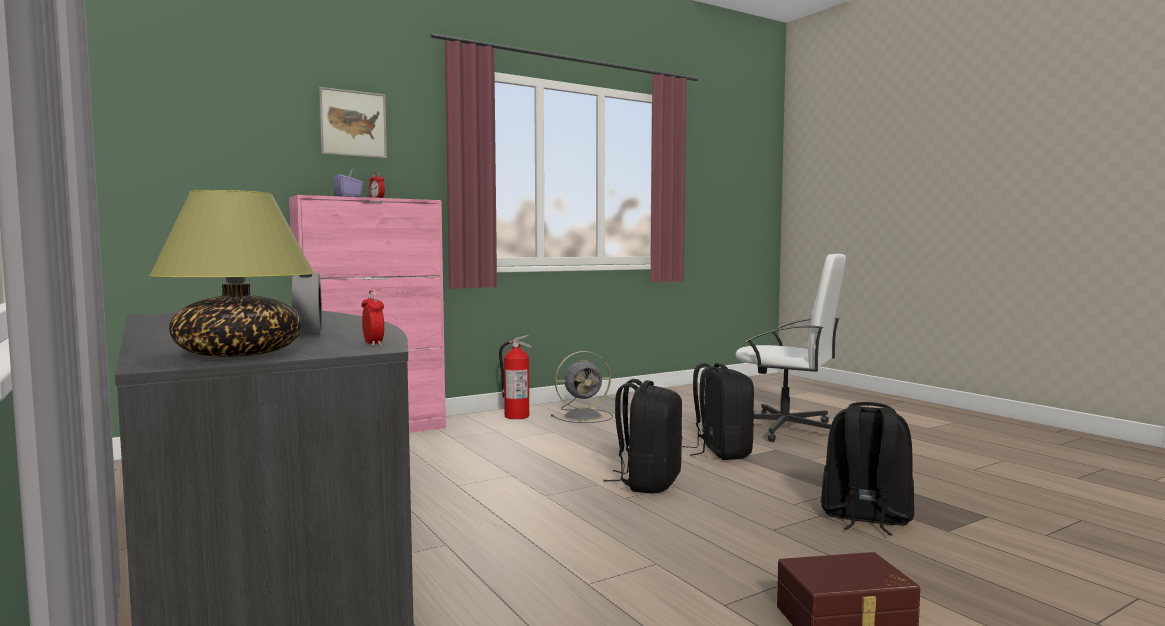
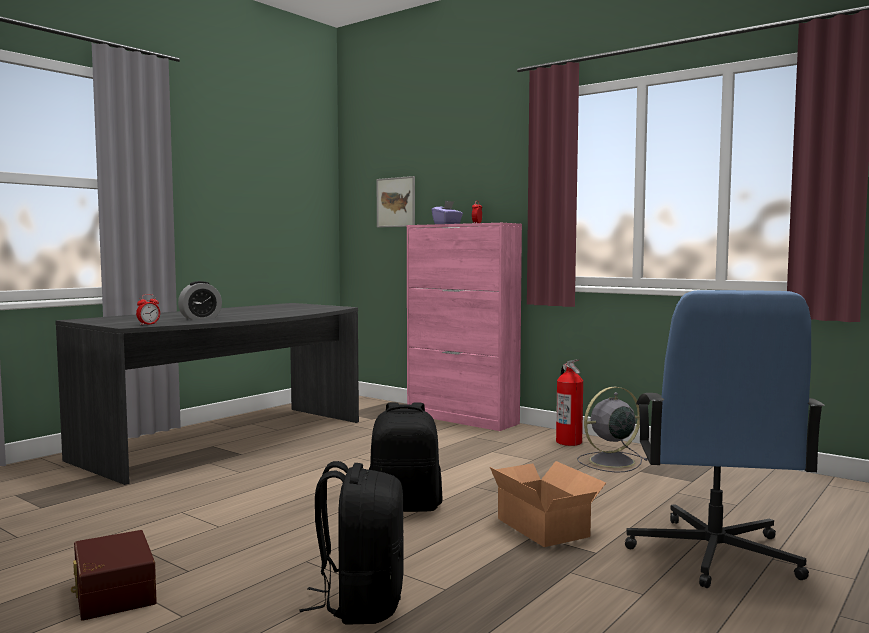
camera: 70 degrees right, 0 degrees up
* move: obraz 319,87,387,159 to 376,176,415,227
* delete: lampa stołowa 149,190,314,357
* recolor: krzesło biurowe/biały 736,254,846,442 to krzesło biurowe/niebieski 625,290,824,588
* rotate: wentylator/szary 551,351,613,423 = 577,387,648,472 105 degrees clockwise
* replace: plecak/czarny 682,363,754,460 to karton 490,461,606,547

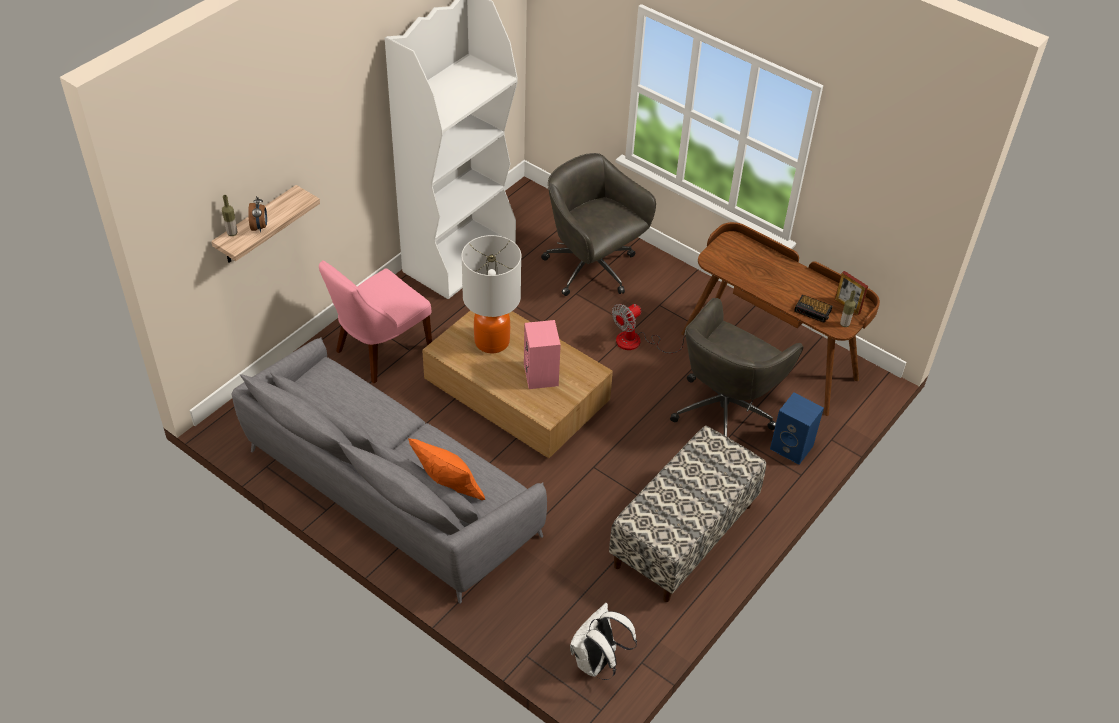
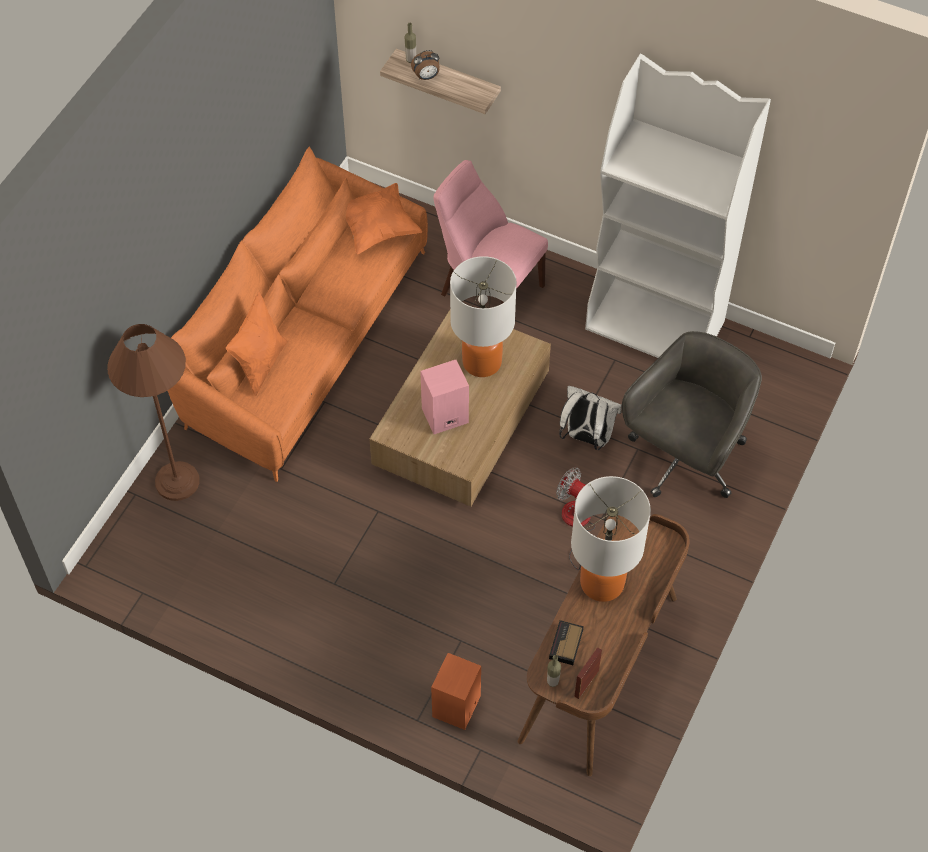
camera: 80 degrees right, 10 degrees up
* delete: krzesło biurowe/szary 670,298,803,437
* recolor: kanapa/szary 232,337,547,604 to kanapa/pomarańczowy 168,146,428,482
* recolor: głośnik/niebieski 770,392,824,465 to głośnik/pomarańczowy 431,653,481,730
* delete: ławka 609,426,766,602
* move: plecak/biały 570,603,637,680 to 559,386,622,450
* insert: poduszka/pomarańczowy 346,183,422,254
* insert: lampa stojąca/brązowy 107,324,200,501
* insert: lampa stołowa 571,476,651,602

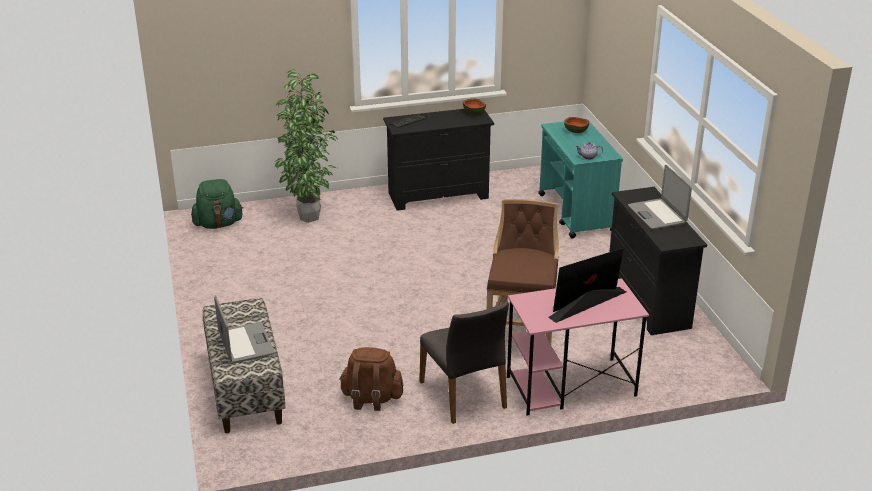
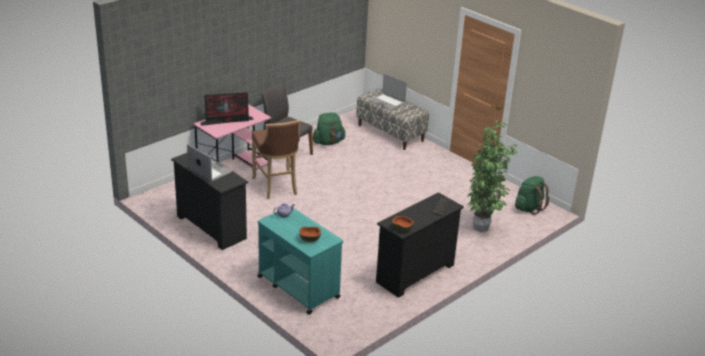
camera: 150 degrees right, 0 degrees up
* rotate: monitor 548,248,626,323 = 200,92,254,126 45 degrees clockwise
* recolor: plecak/brązowy 339,347,403,411 to plecak/zielony 313,112,346,145

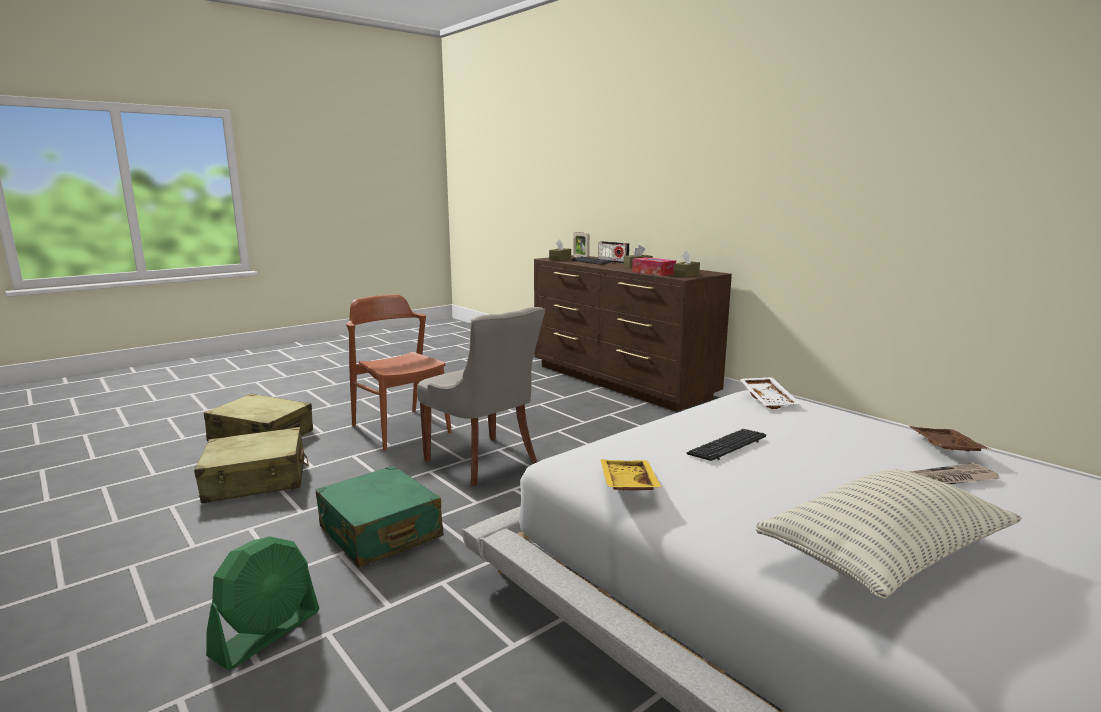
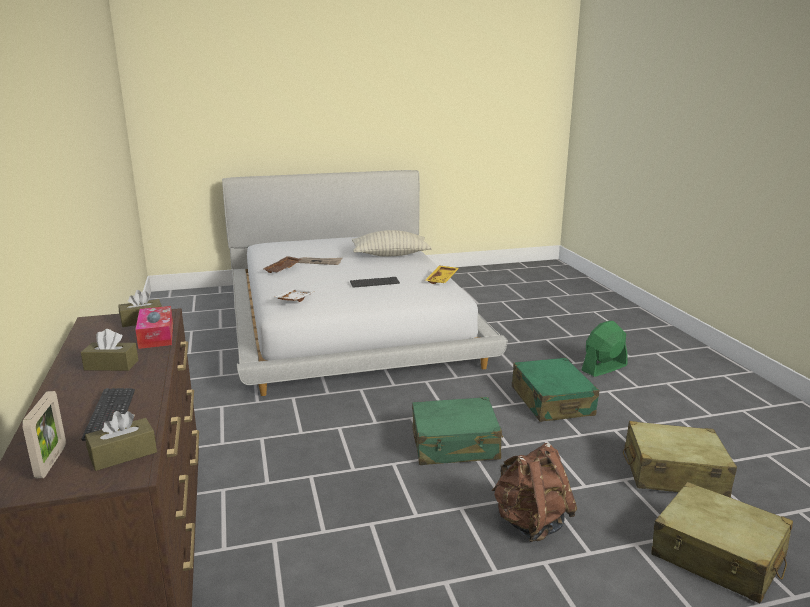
camera: 155 degrees left, 5 degrees up
* delete: radio 598,241,630,264
* replace: krzesło/brązowy 346,295,452,450 to plecak/brązowy 492,443,577,542
* replace: krzesło/szary 417,307,545,486 to walizka/zielony 412,397,503,465

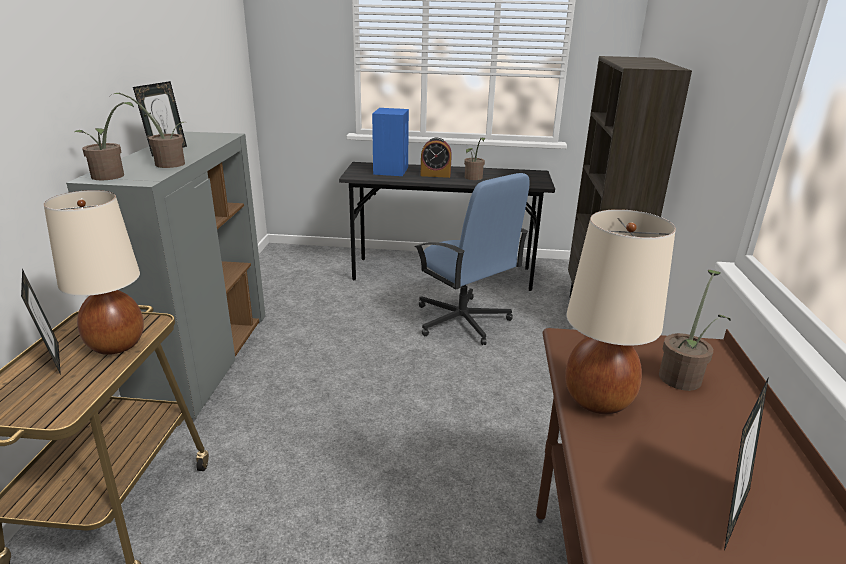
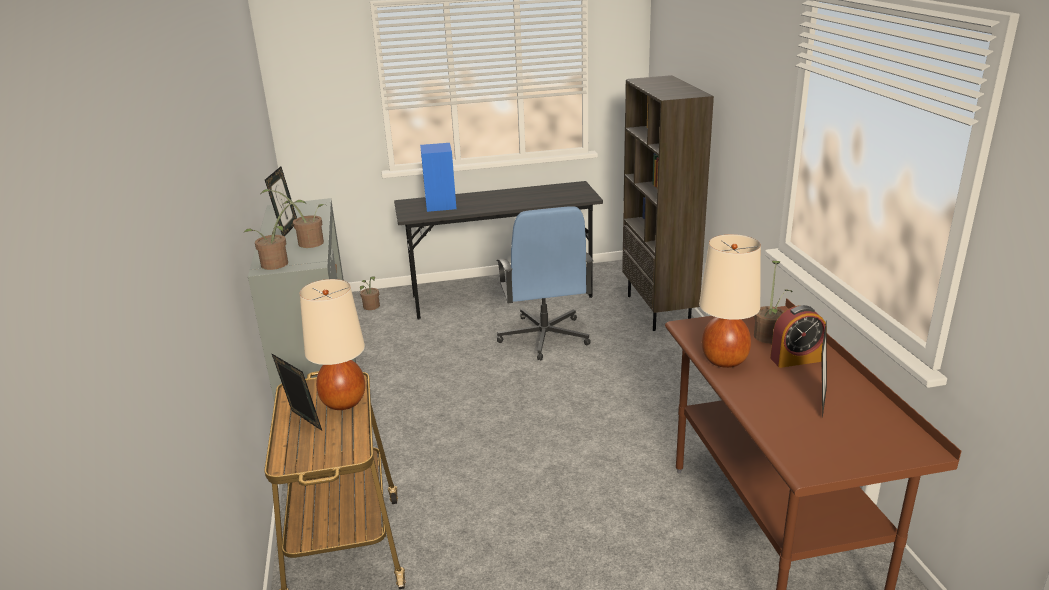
camera: 15 degrees left, 0 degrees up
* move: budzik 421,138,452,178 to 770,305,827,368
* move: roślina doniczkowa 464,138,485,180 to 360,276,380,310
* rotate: krzesło biurowe/niebieski 414,173,530,345 = 496,206,593,361 45 degrees clockwise

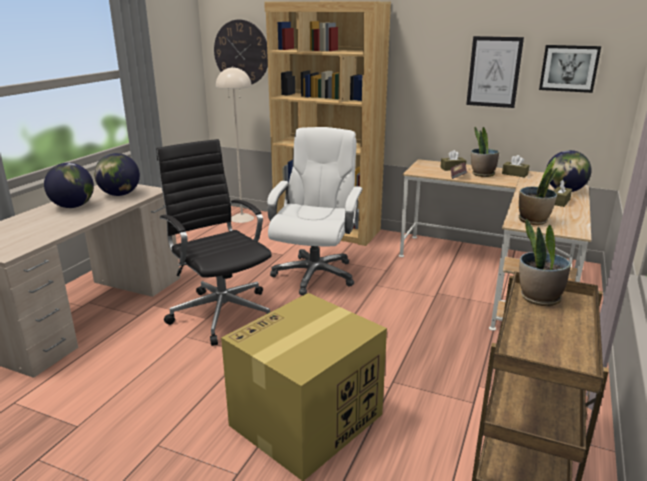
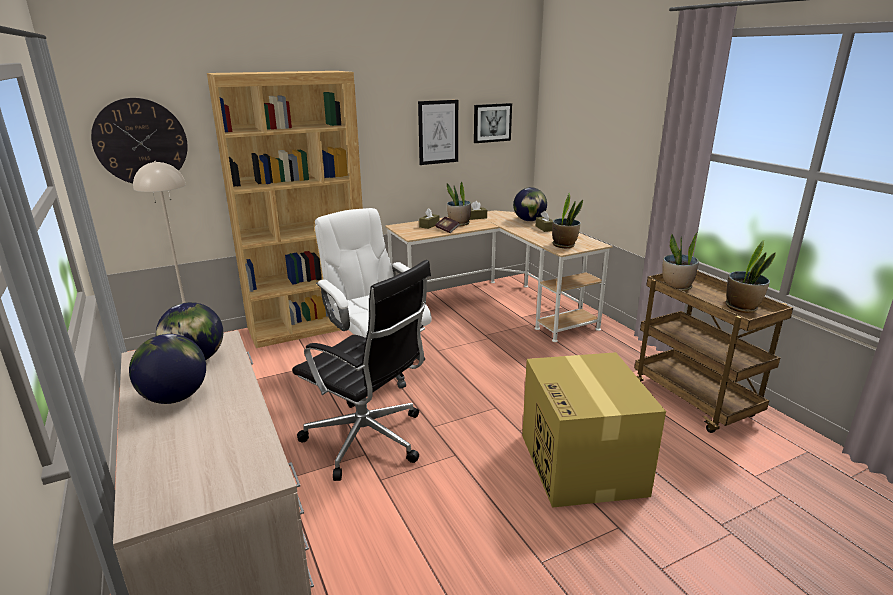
camera: 50 degrees left, 0 degrees up
* rotate: krzesło biurowe/czarny 156,139,272,346 = 292,260,431,481 150 degrees counterclockwise
* insert: roślina doniczkowa 725,240,776,313

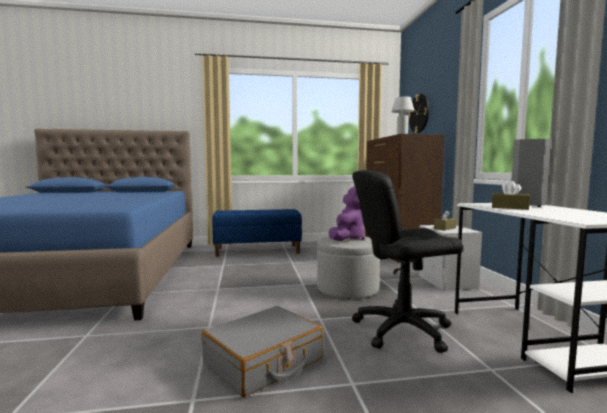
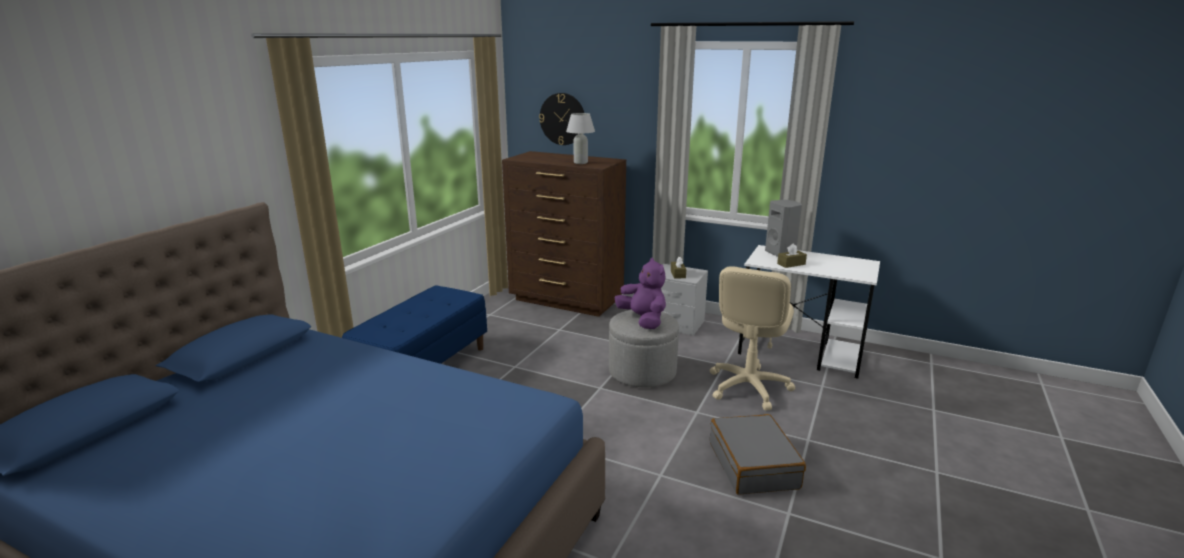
camera: 55 degrees left, 15 degrees up
* recolor: krzesło biurowe/czarny 352,170,463,353 to krzesło biurowe/beżowy 710,266,795,411

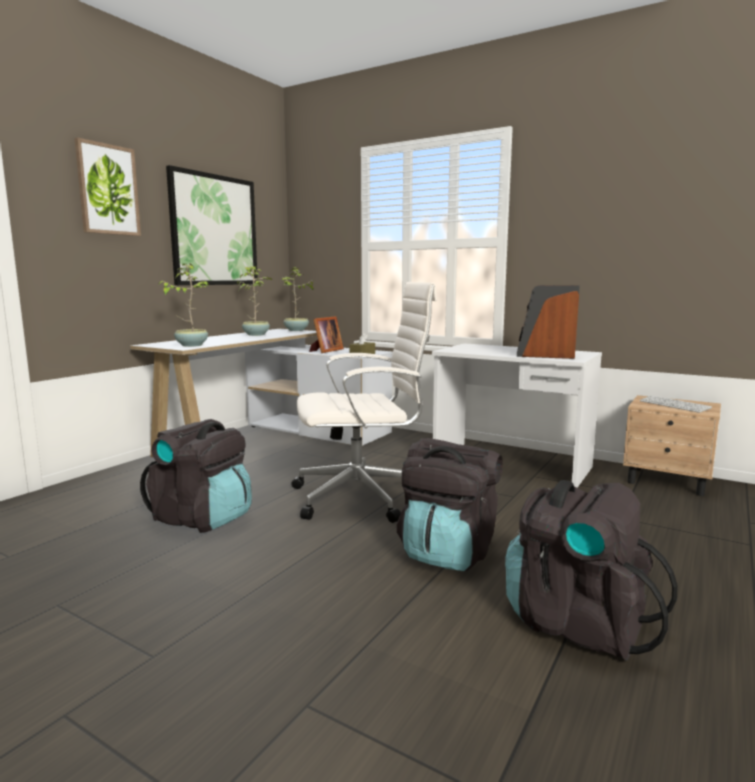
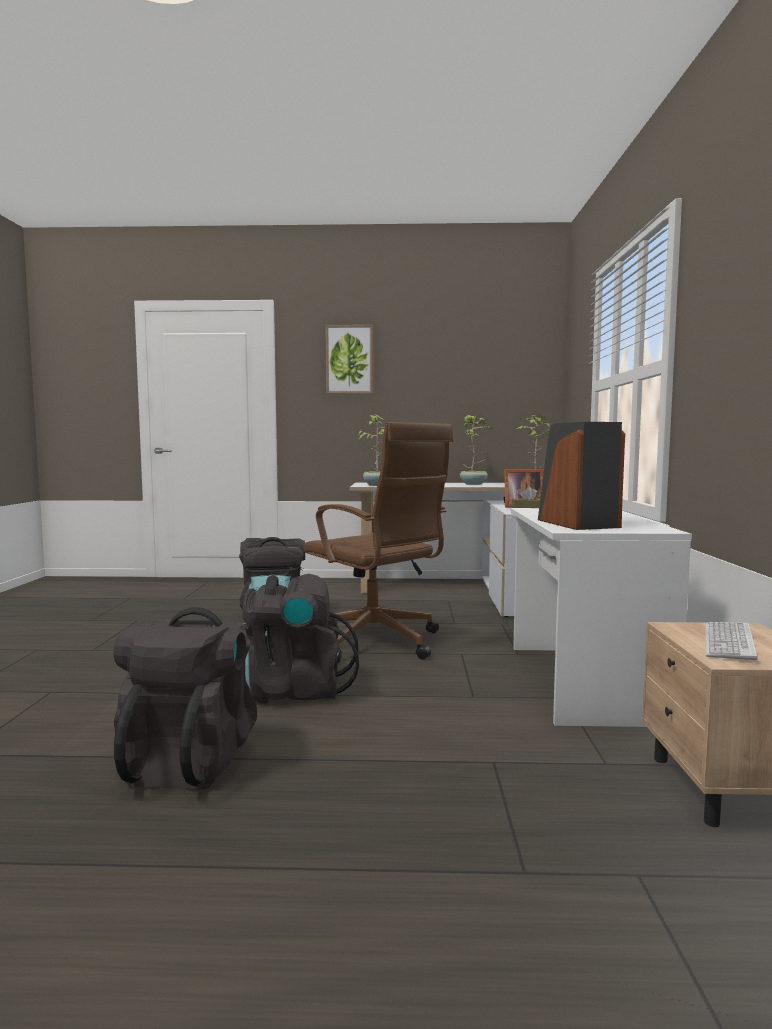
camera: 60 degrees right, 5 degrees down
* delete: obraz 166,165,258,285
* recolor: krzesło biurowe/biały 291,282,437,523 to krzesło biurowe/brązowy 303,422,453,663

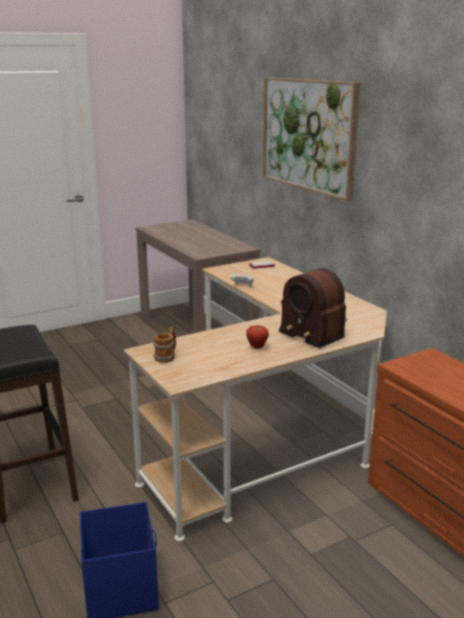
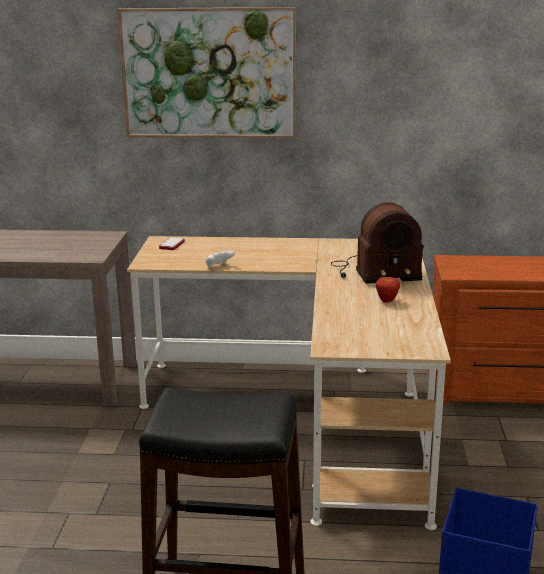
camera: 55 degrees left, 0 degrees up
* delete: kubek 153,327,176,363

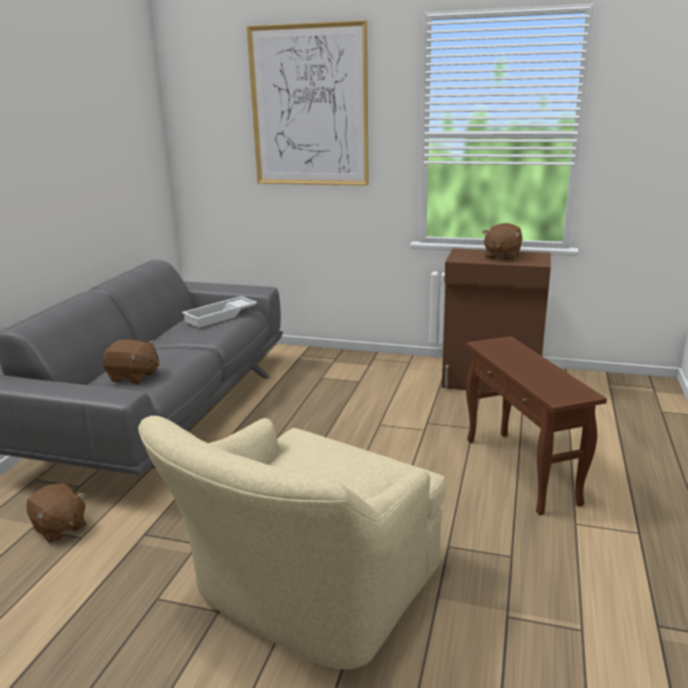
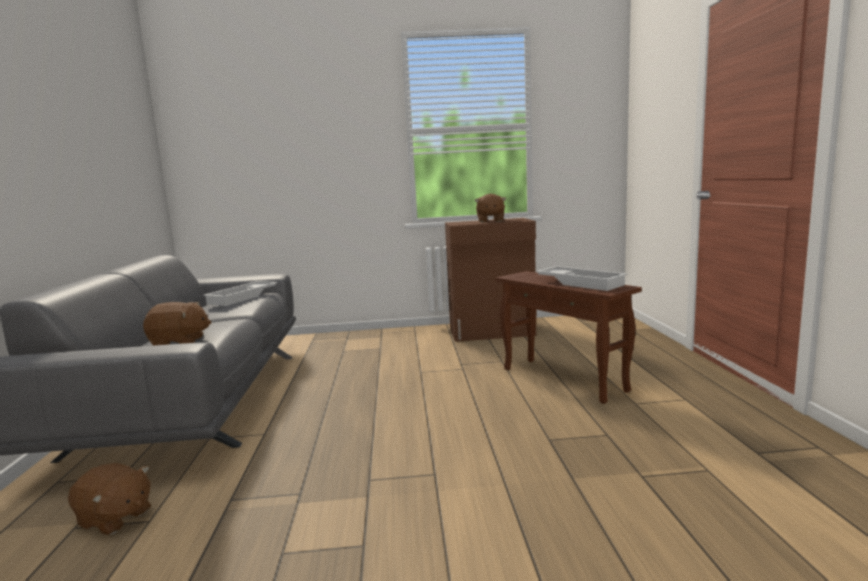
camera: 20 degrees left, 10 degrees down
* delete: obraz 246,20,369,186
* delete: fotel/beżowy 138,416,446,669
* insert: taca/biały 536,266,628,291

